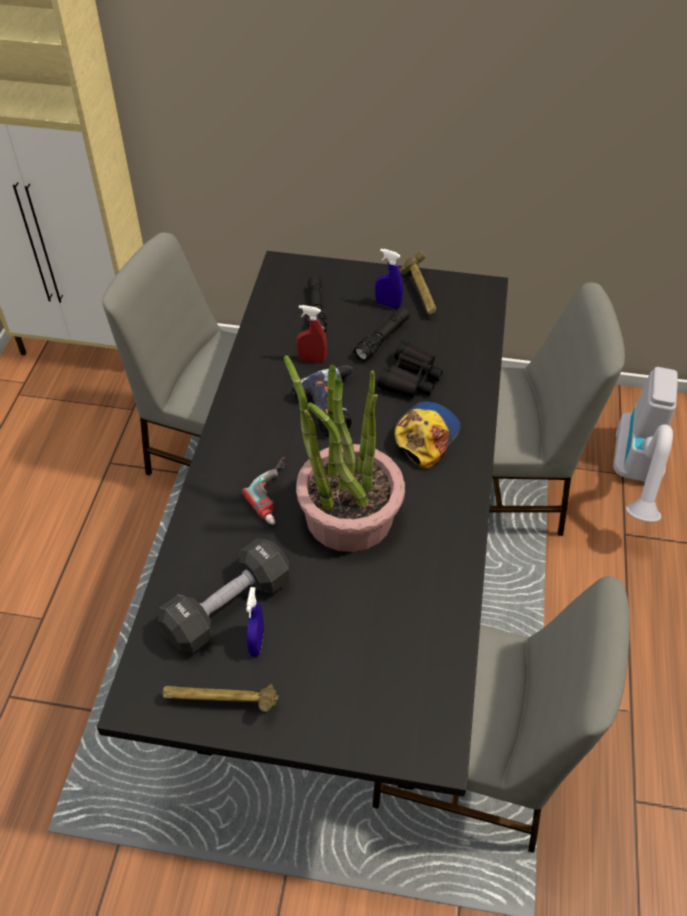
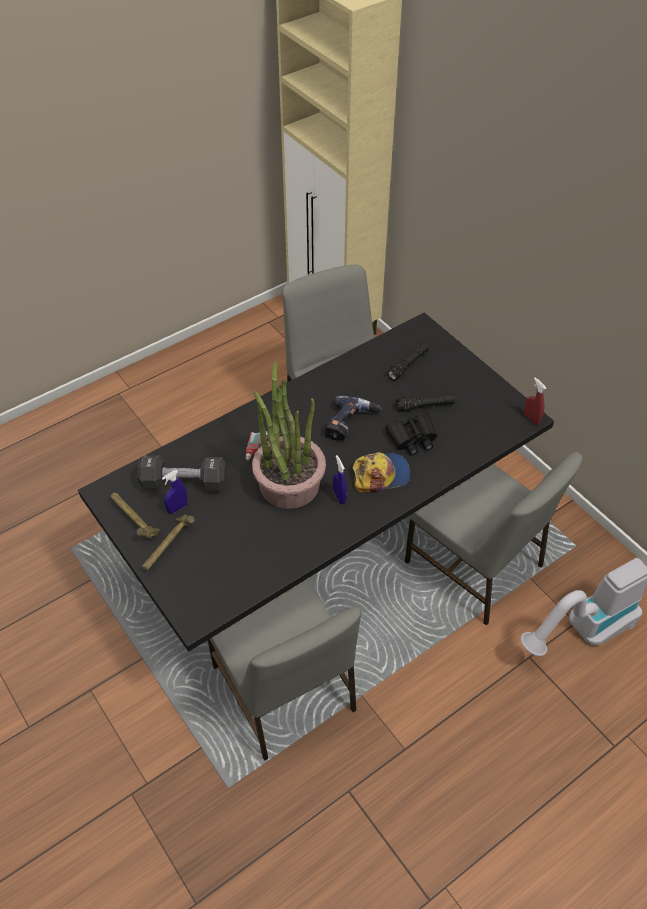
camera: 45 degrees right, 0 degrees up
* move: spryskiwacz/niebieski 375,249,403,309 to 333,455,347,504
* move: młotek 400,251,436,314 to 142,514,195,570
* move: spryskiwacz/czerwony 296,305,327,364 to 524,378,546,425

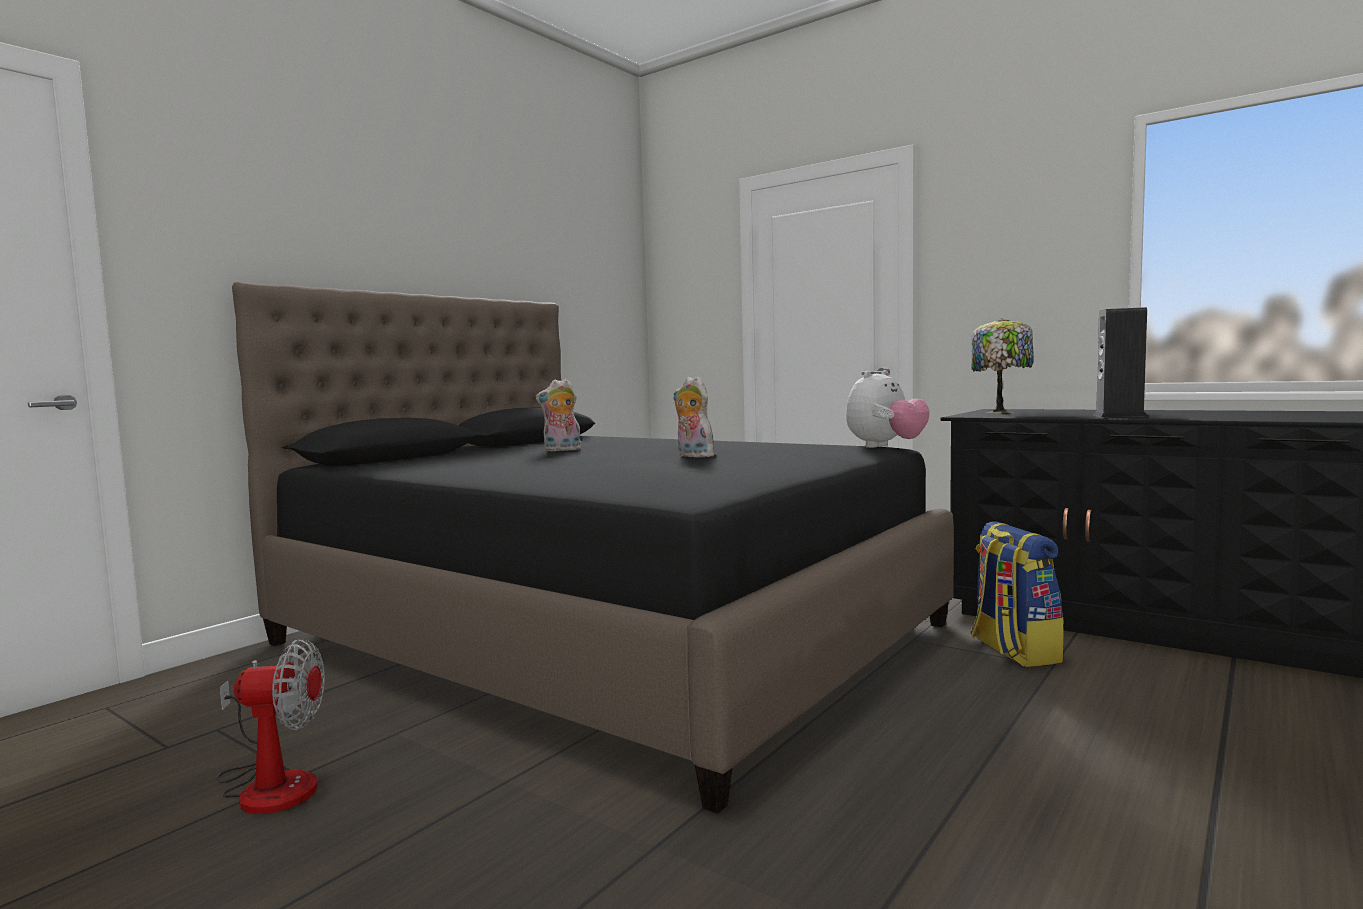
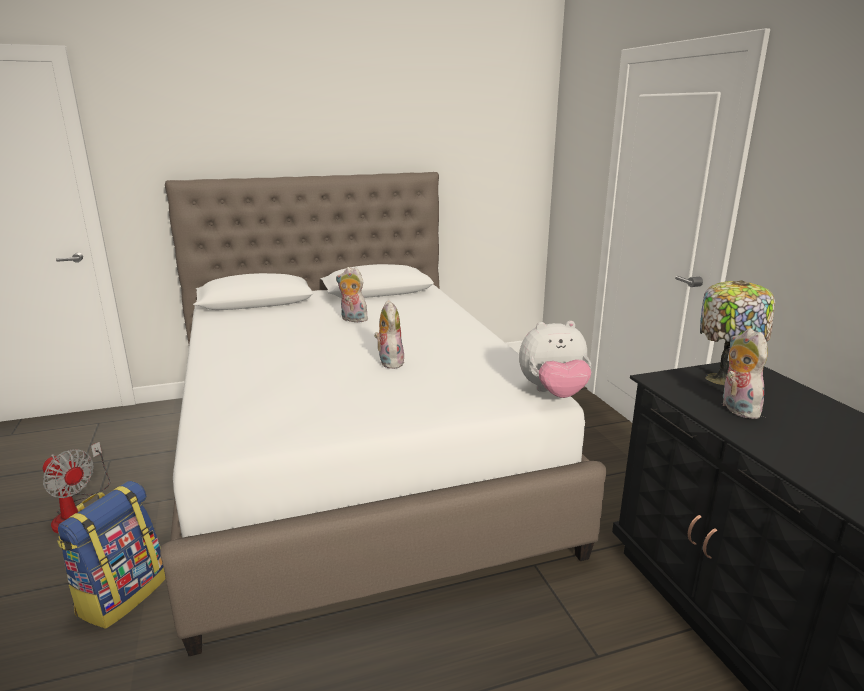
camera: 35 degrees right, 15 degrees up
* recolor: łóżko/czarny 232,282,954,814 to łóżko/biały 160,172,607,656
* delete: głośnik 1093,307,1147,417
* move: plecak 971,522,1064,667 to 57,481,166,629
* insert: pluszak 723,328,768,419

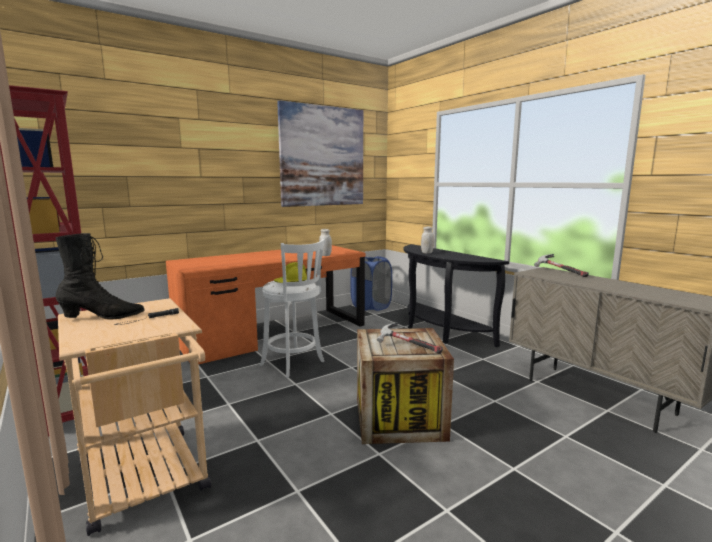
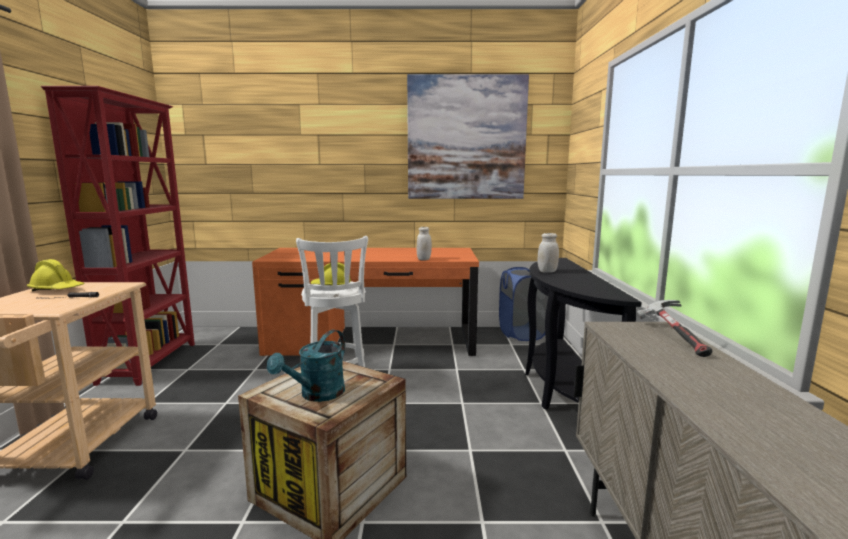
camera: 35 degrees right, 0 degrees up
* replace: but z cholewką/czarny 55,233,144,320 to kask/żółty 27,259,85,291
* replace: młotek 377,322,443,354 to konewka/turkusowy 267,330,345,402

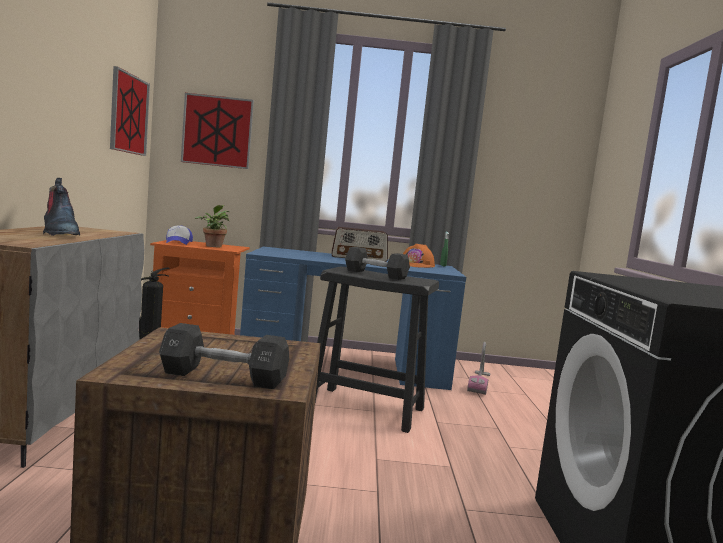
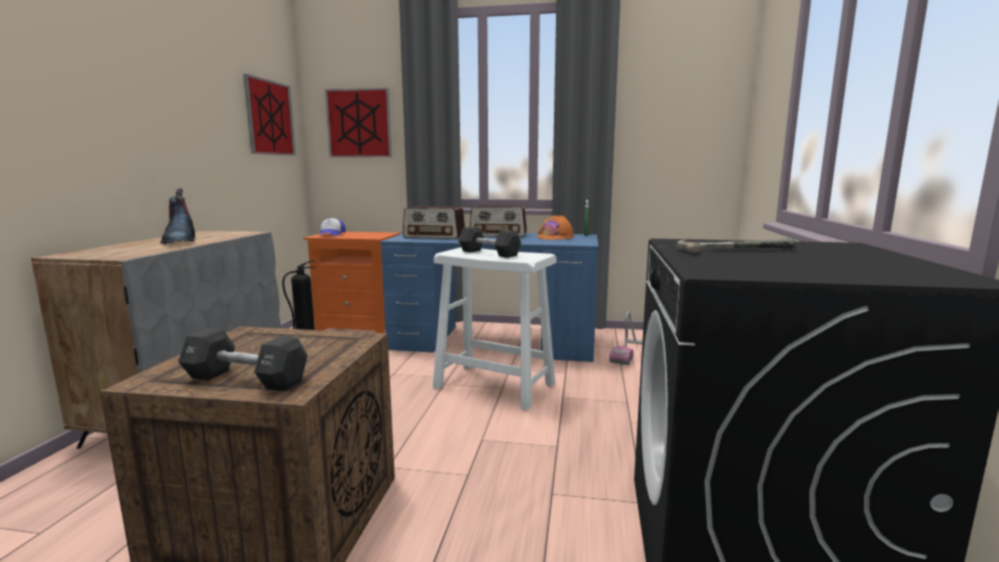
camera: 10 degrees right, 5 degrees up
* delete: roślina doniczkowa 195,205,230,247
* recolor: stołek/czarny 315,267,439,433 to stołek/biały 432,247,556,410
* insert: radio 403,206,465,239
* insert: młotek 677,238,795,254

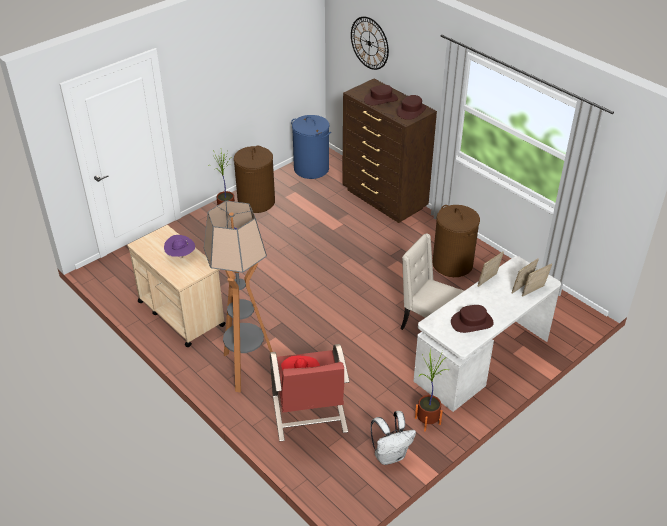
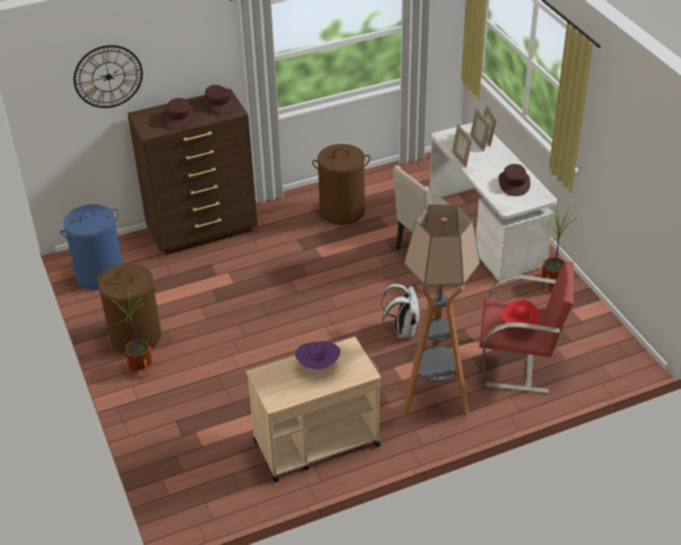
camera: 70 degrees left, 0 degrees up
* move: plecak/biały 371,411,416,465 to 381,284,420,338

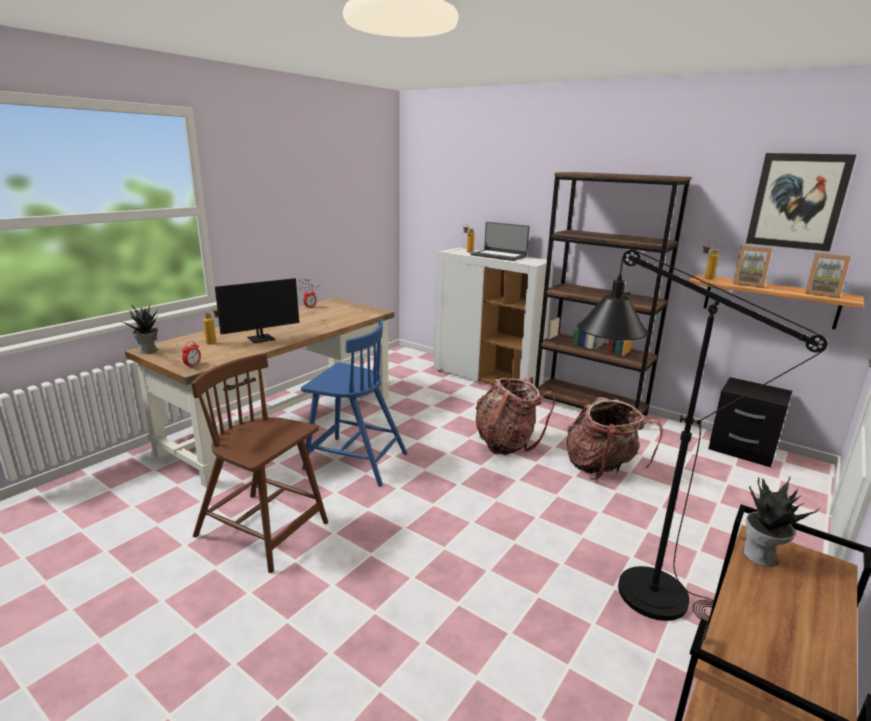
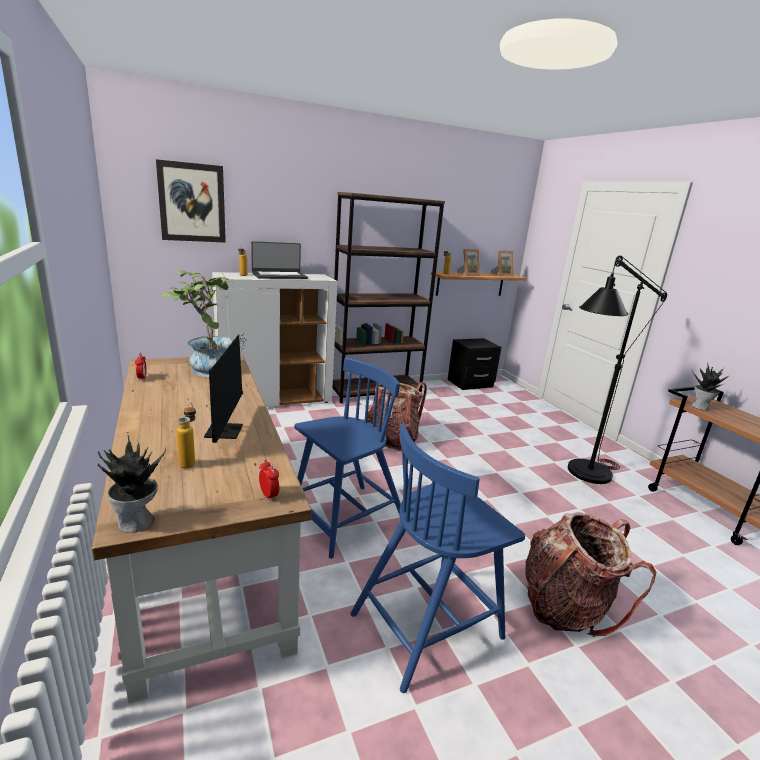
camera: 60 degrees left, 0 degrees up
* move: obraz 746,153,856,251 to 156,159,226,243
* recolor: krzesło/brązowy 191,353,328,573 to krzesło/niebieski 350,424,525,693
* move: plecak 567,397,663,480 to 525,512,656,637
* insert: roślina doniczkowa 162,270,235,377

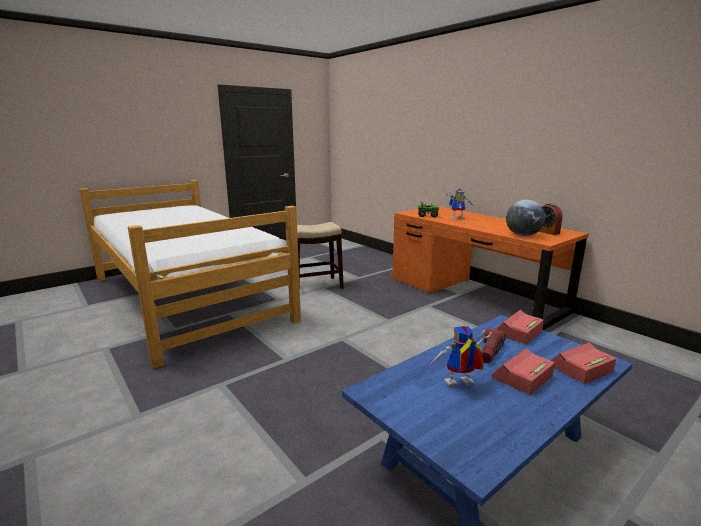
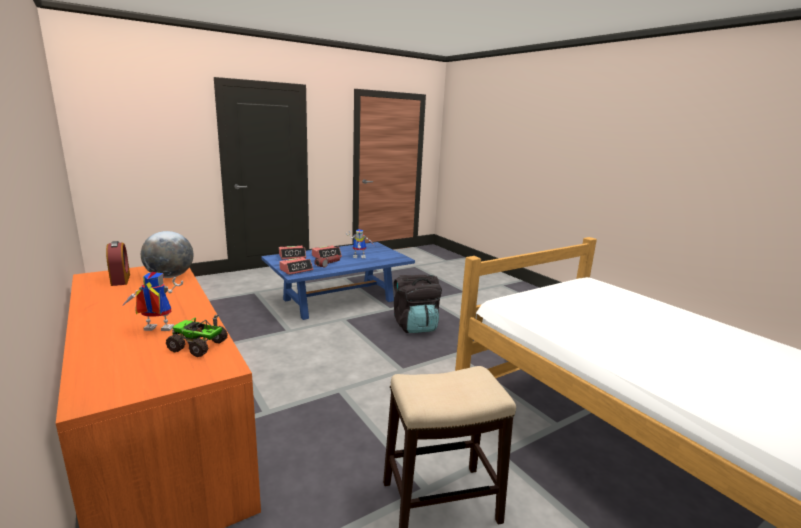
camera: 175 degrees left, 0 degrees up
* insert: plecak/czarny 394,275,442,333

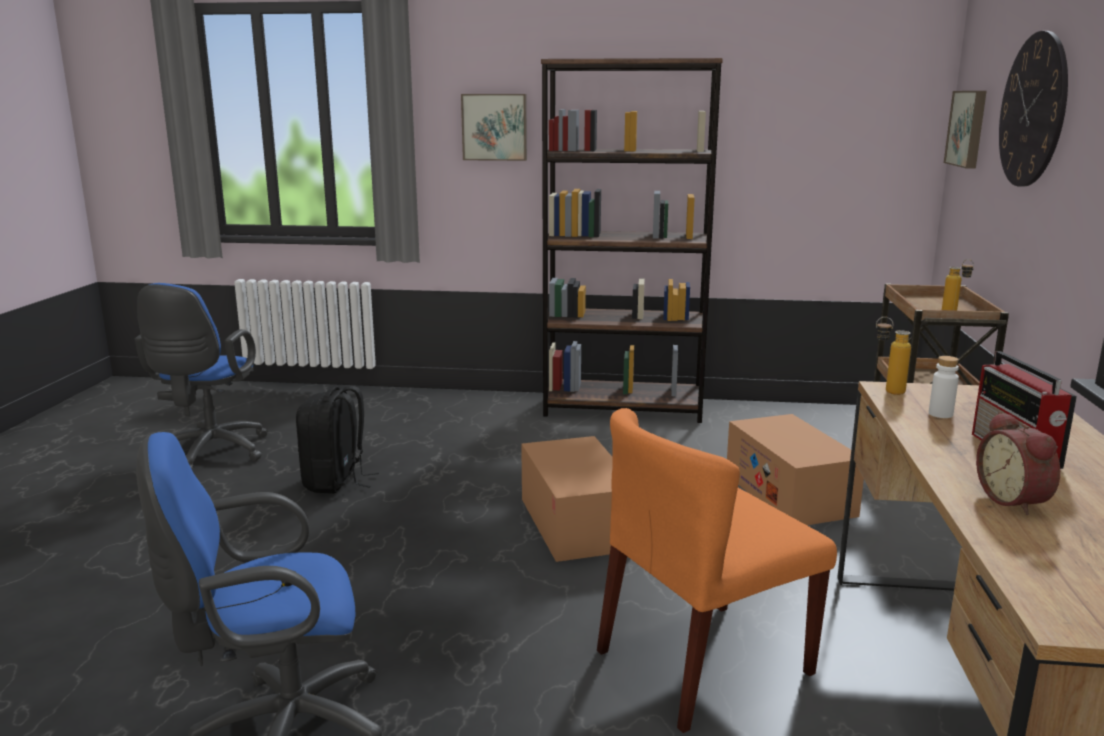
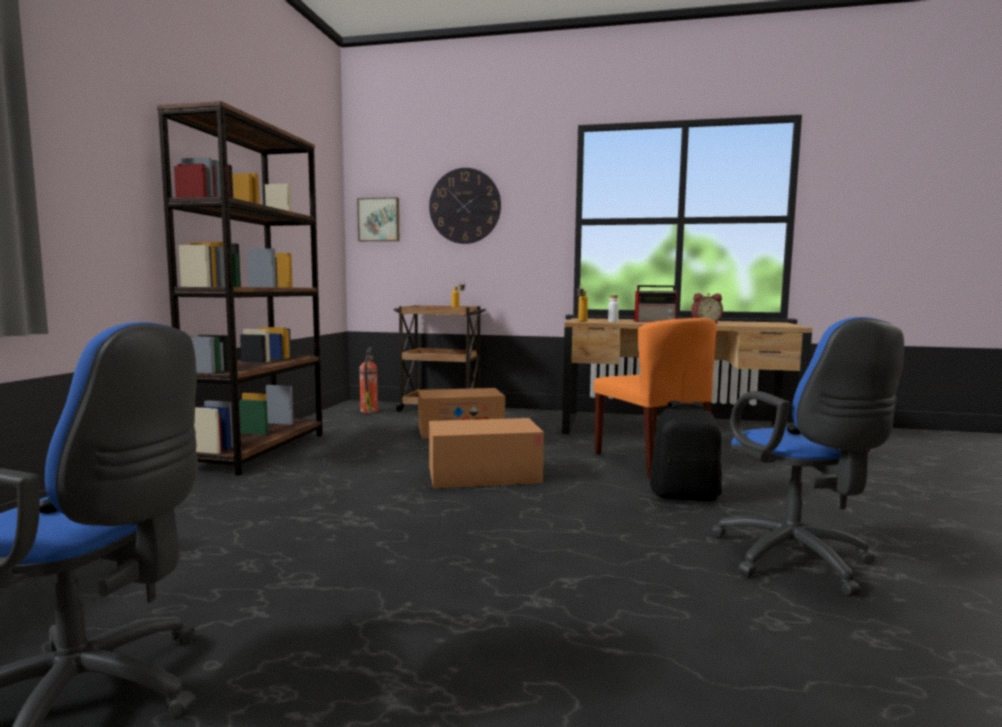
camera: 85 degrees left, 10 degrees down
* delete: obraz 461,94,527,161
* move: plecak/czarny 296,386,379,494 to 650,401,722,501
* insert: gaśnica 359,348,378,413

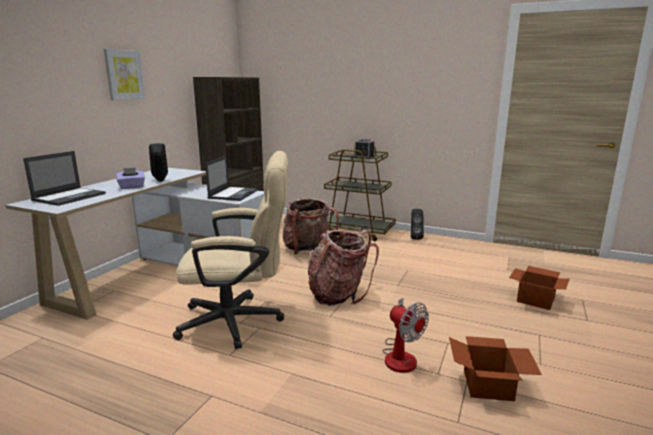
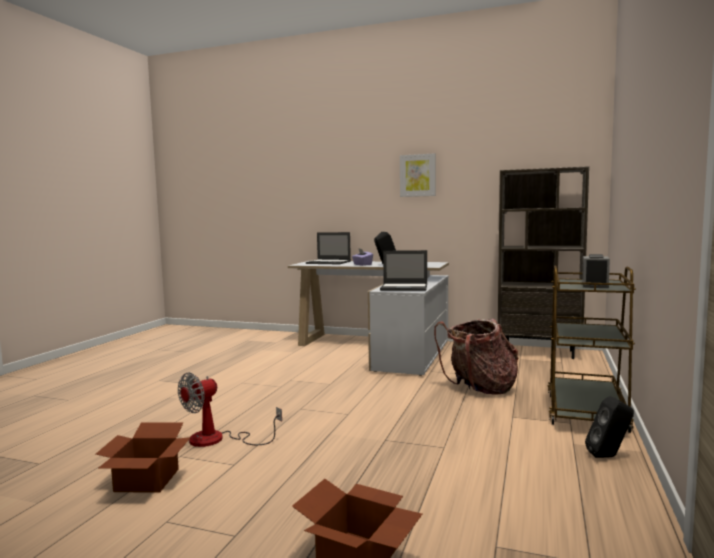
camera: 85 degrees right, 10 degrees down
* delete: krzesło biurowe/beżowy 173,151,288,349
* delete: plecak 308,230,379,306

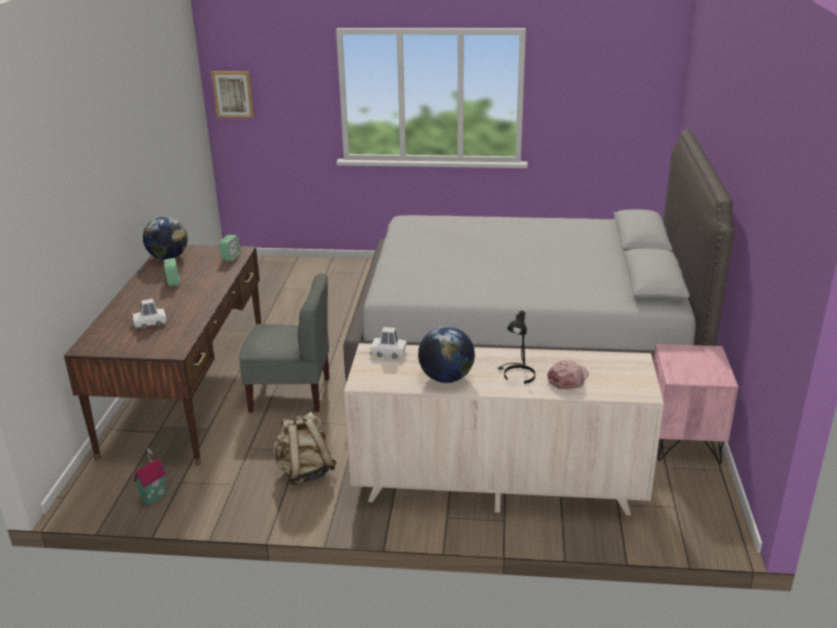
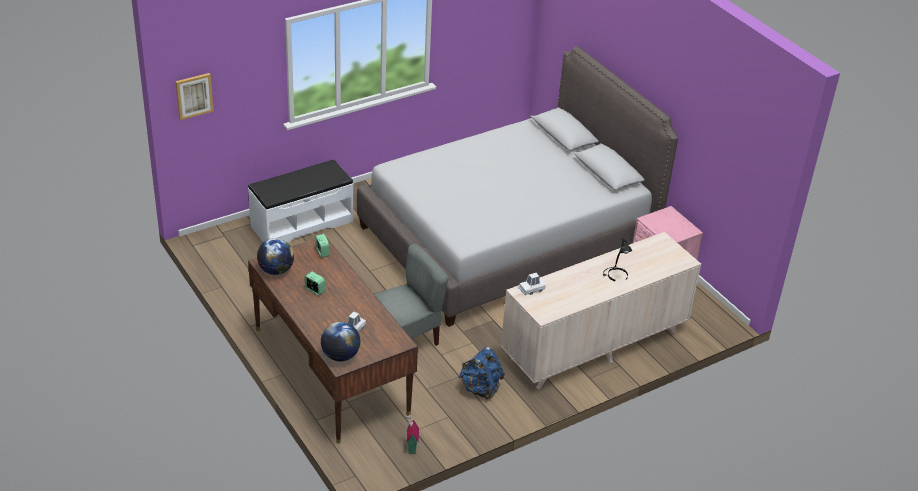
camera: 40 degrees left, 10 degrees up
* move: globus 418,326,475,383 to 321,322,360,361
* delete: czapka z daszkiem/różowy 547,360,589,389
* recolor: plecak/beżowy 273,412,337,485 to plecak/niebieski 458,347,505,400
* insert: ławka/biały 248,159,354,243

